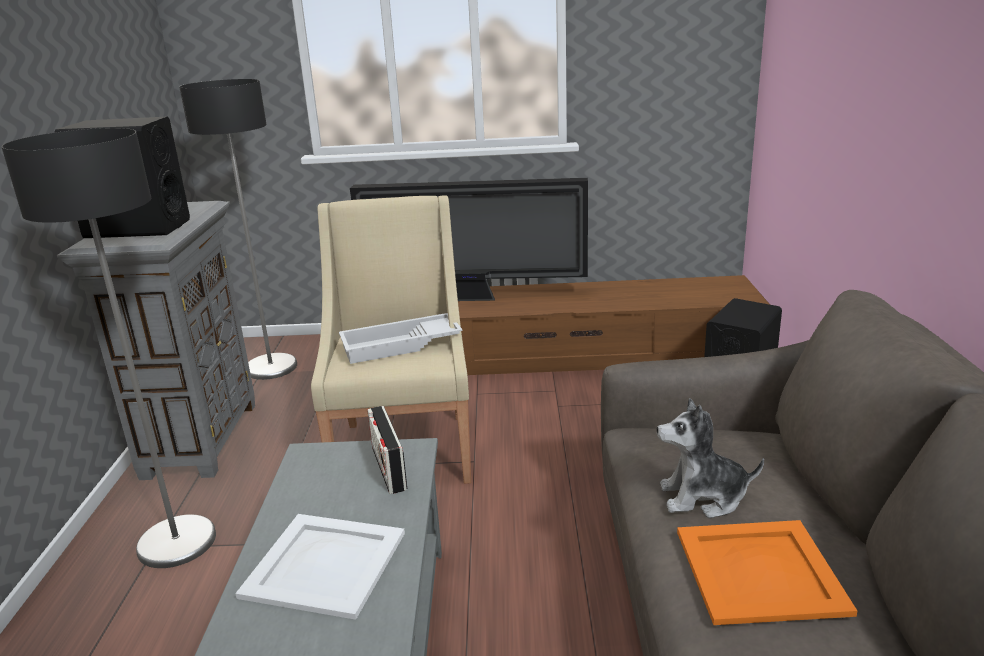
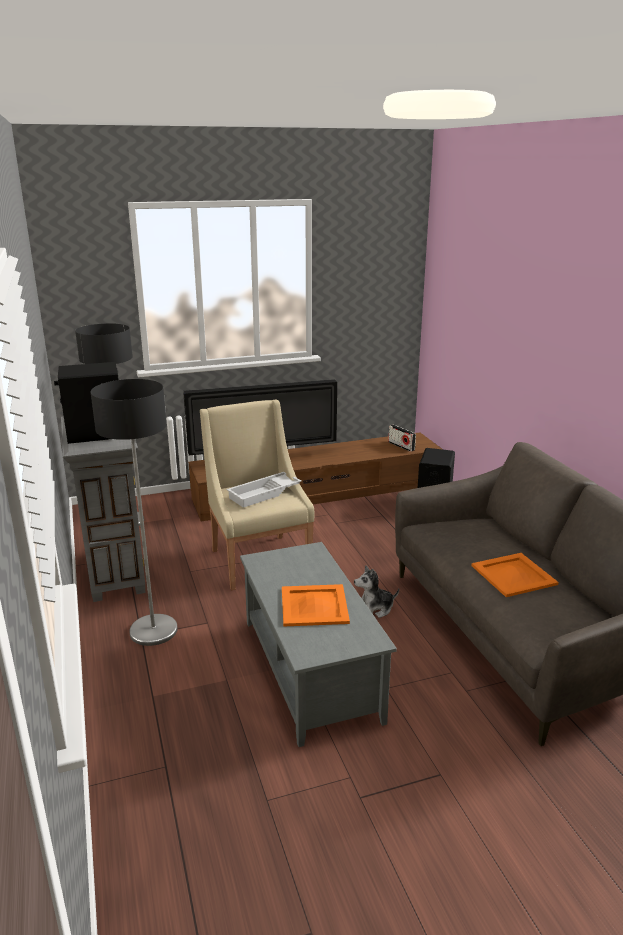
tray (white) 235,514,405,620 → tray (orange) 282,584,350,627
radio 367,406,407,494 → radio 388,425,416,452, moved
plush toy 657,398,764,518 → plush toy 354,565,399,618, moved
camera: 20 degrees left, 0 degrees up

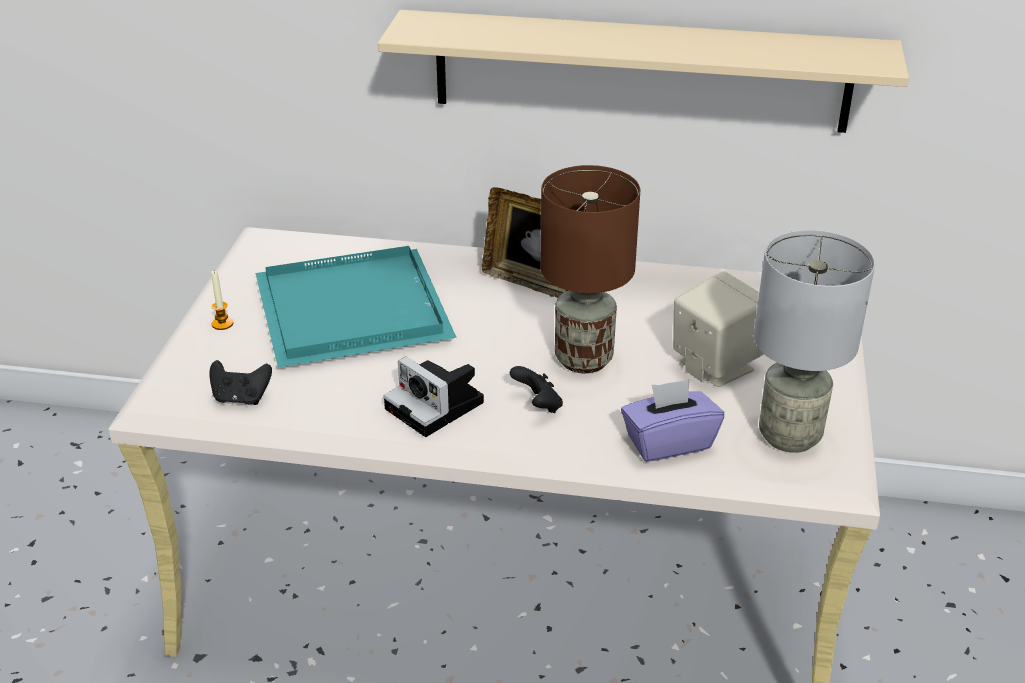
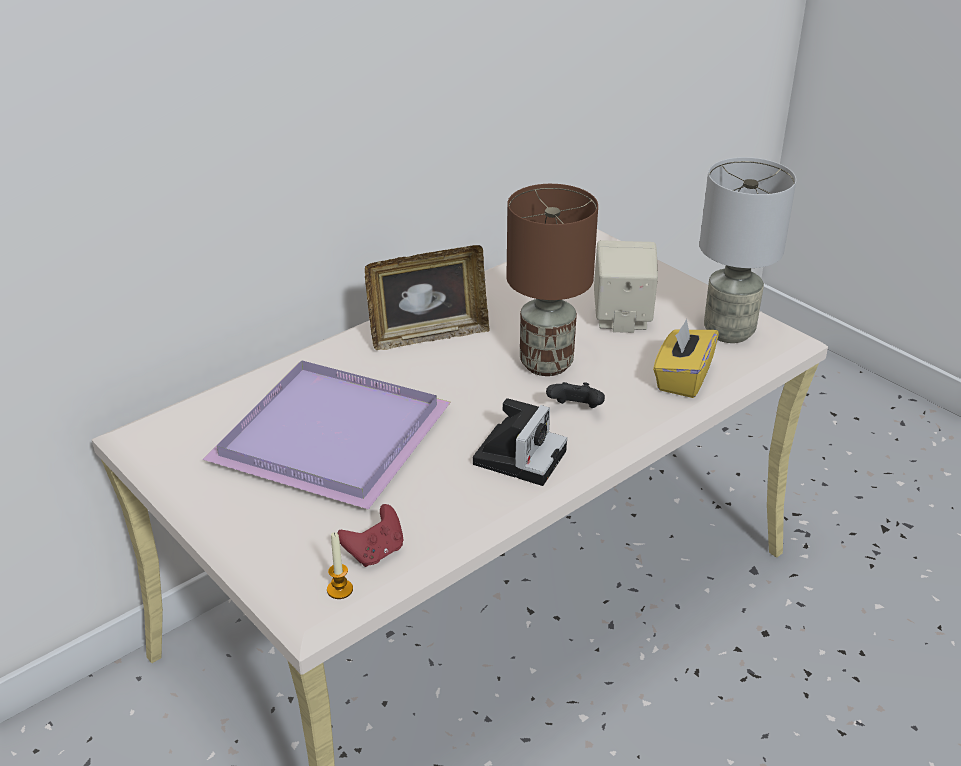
game controller (black) 210,360,272,405 → game controller (red) 337,504,403,567
candle 211,271,233,330 → candle 327,532,353,599, moved
tray (turquoise) 255,246,457,368 → tray (purple) 202,361,451,509
shelf (beige) 378,10,909,133 → -
photo camera 384,356,484,437 → photo camera 473,398,567,486, 60 degrees counterclockwise
tissue box (purple) 621,379,724,462 → tissue box (yellow) 653,319,719,398
camera: 50 degrees left, 0 degrees up

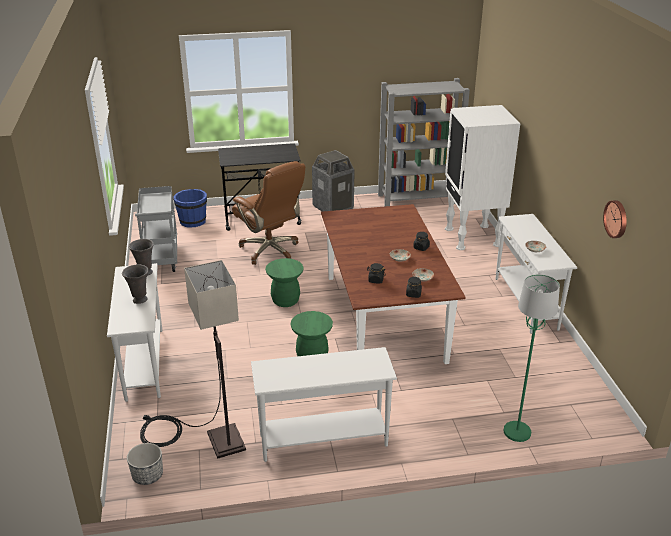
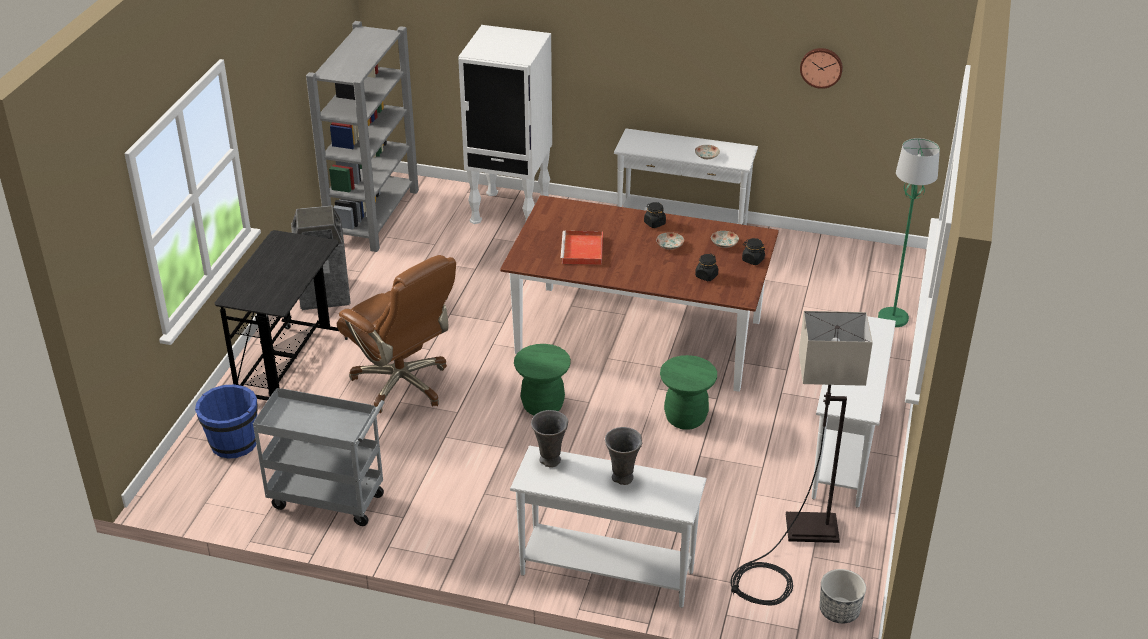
office chair (brown) 232,161,305,265 → office chair (brown) 337,255,456,413, 60 degrees clockwise
- → tray (red) 560,231,603,265
camera: 65 degrees left, 5 degrees up

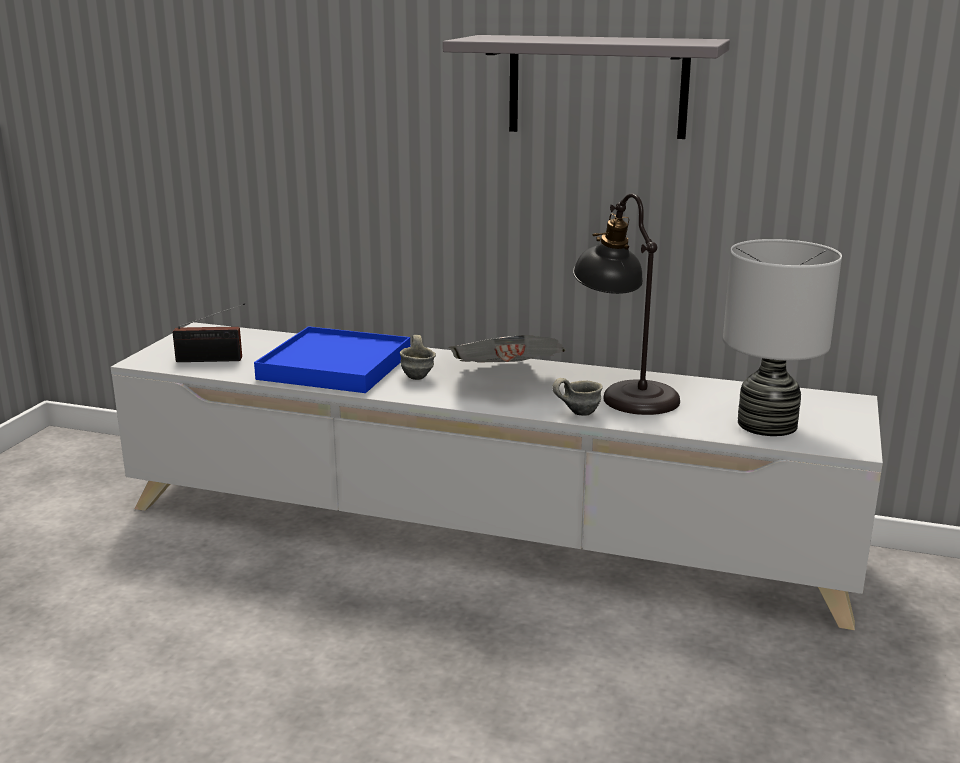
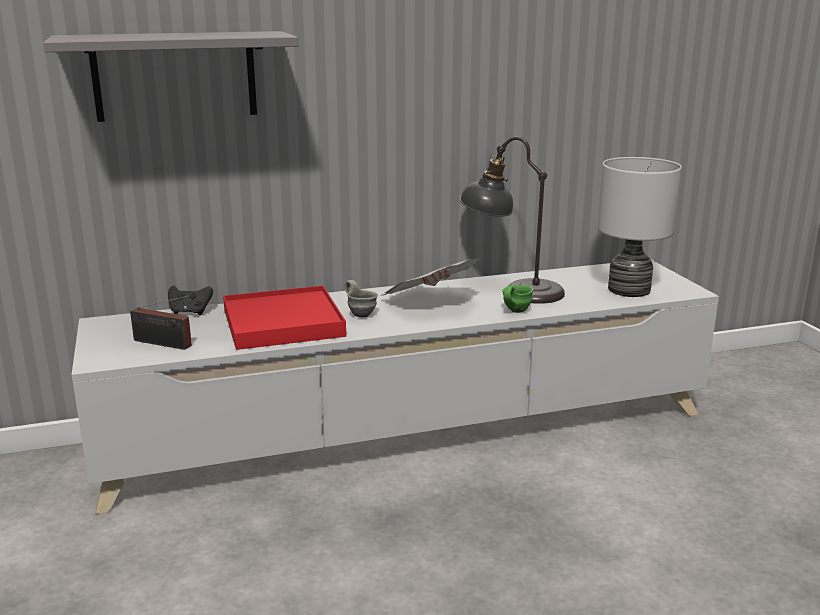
radio 173,303,245,362 → radio 130,295,192,350, 60 degrees clockwise
tray (blue) 254,326,410,393 → tray (red) 223,286,346,350
shelf (grey) 443,35,730,139 → shelf (grey) 43,31,299,122, moved
mug (grey) 552,378,603,416 → mug (green) 502,285,533,313
- → game controller (black) 168,285,213,315
camera: 35 degrees left, 0 degrees up

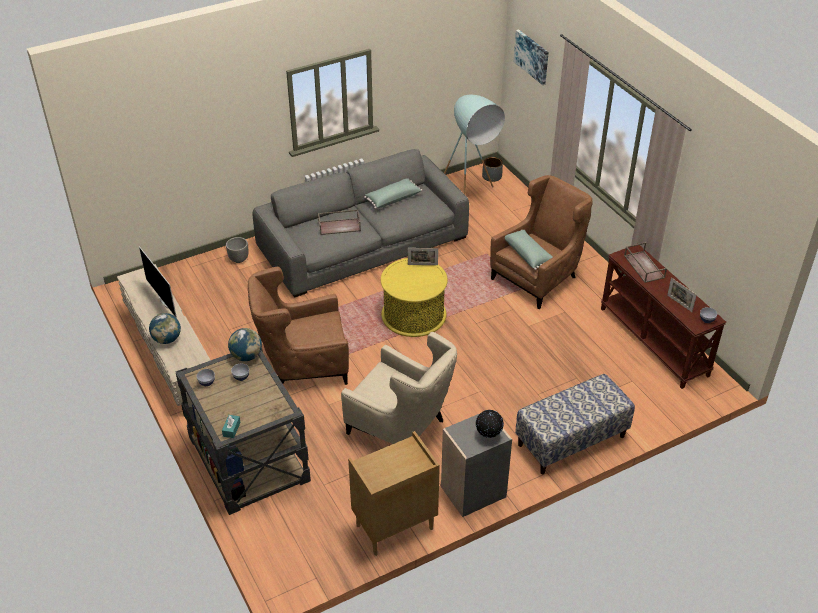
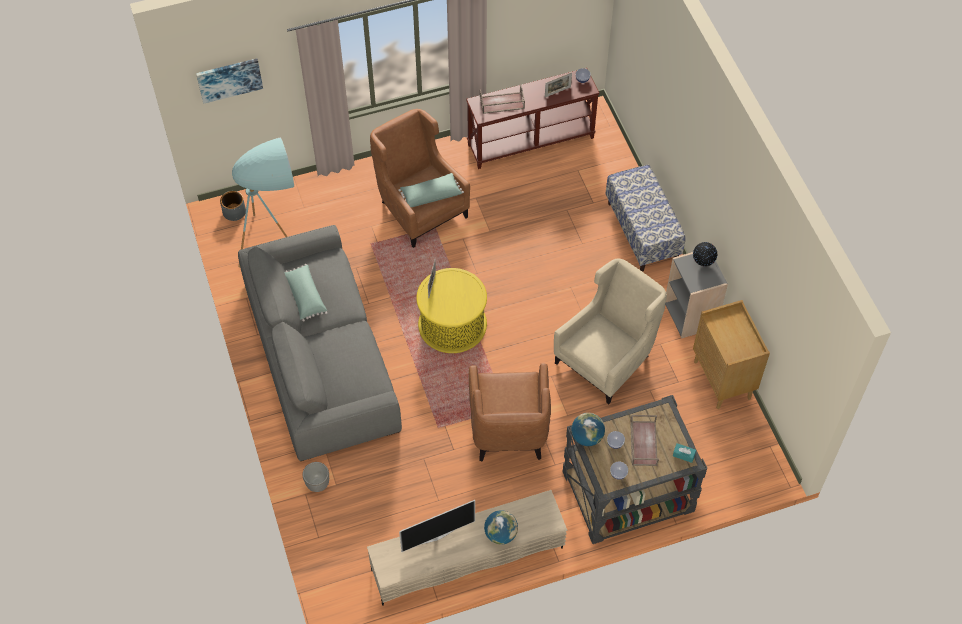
tray (brown) 318,210,361,235 → tray (brown) 630,415,659,466, moved
camera: 80 degrees left, 15 degrees up

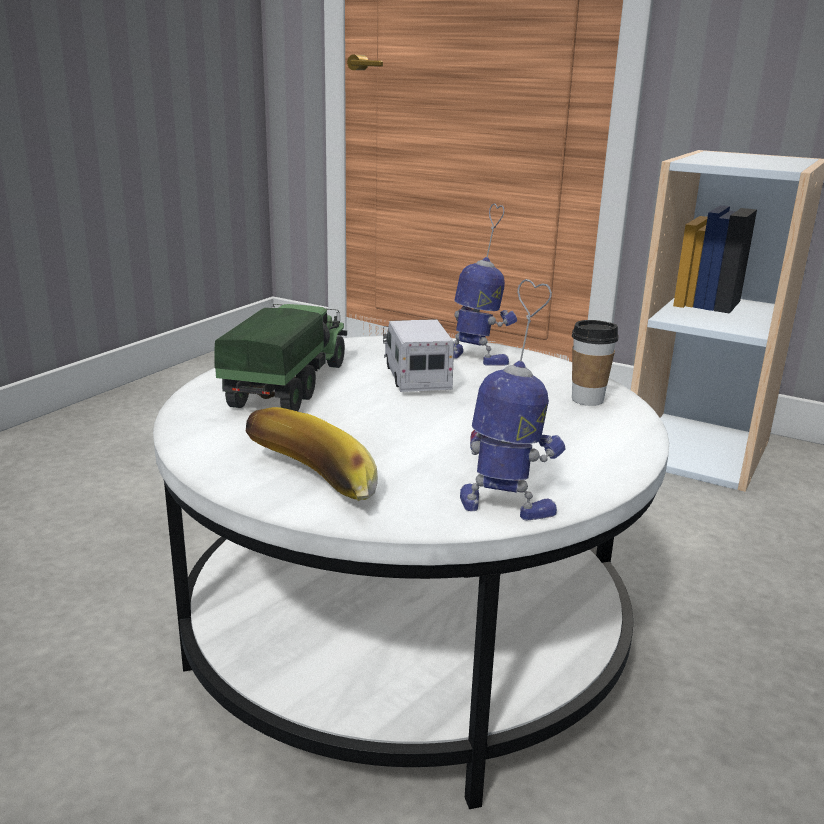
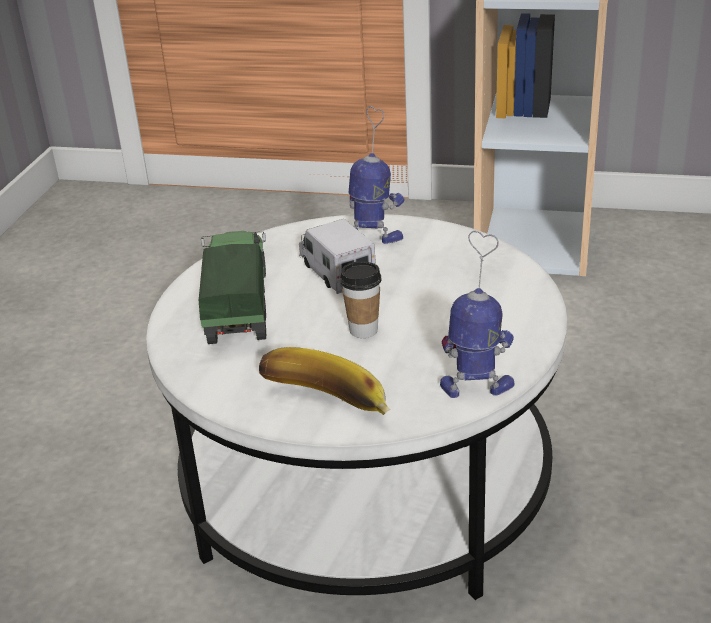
cup 572,320,619,406 → cup 340,261,381,338, moved
camera: 15 degrees left, 10 degrees up

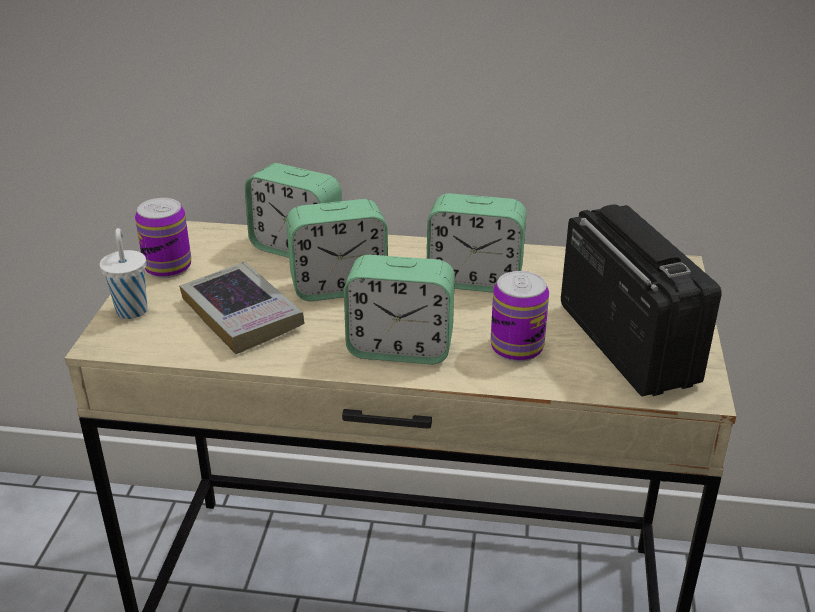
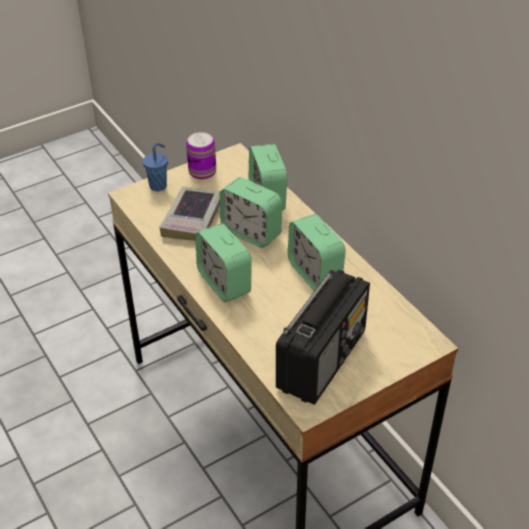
cup (white) 100,228,147,319 → cup (blue) 143,143,168,191
can 491,271,549,362 → -
camera: 50 degrees right, 10 degrees up

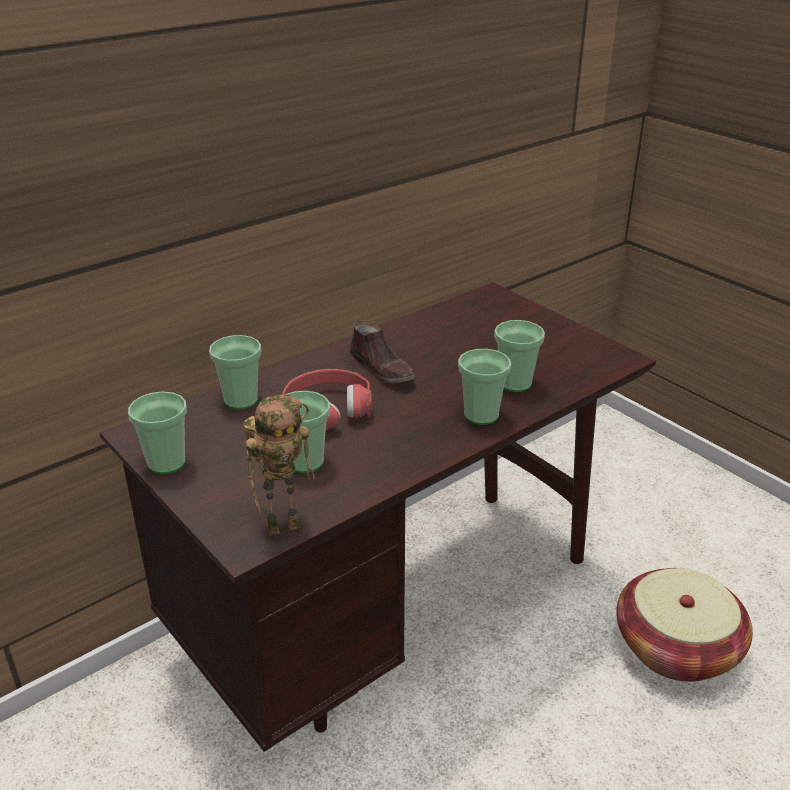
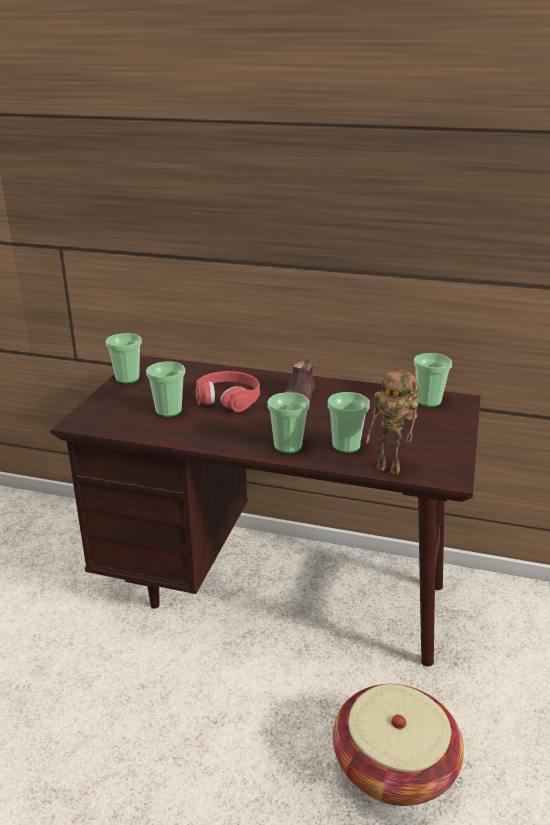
cup 209,335,261,410 → cup 414,353,452,407, moved
toy robot 243,394,315,536 → toy robot 366,370,420,475, moved
camera: 55 degrees right, 5 degrees down

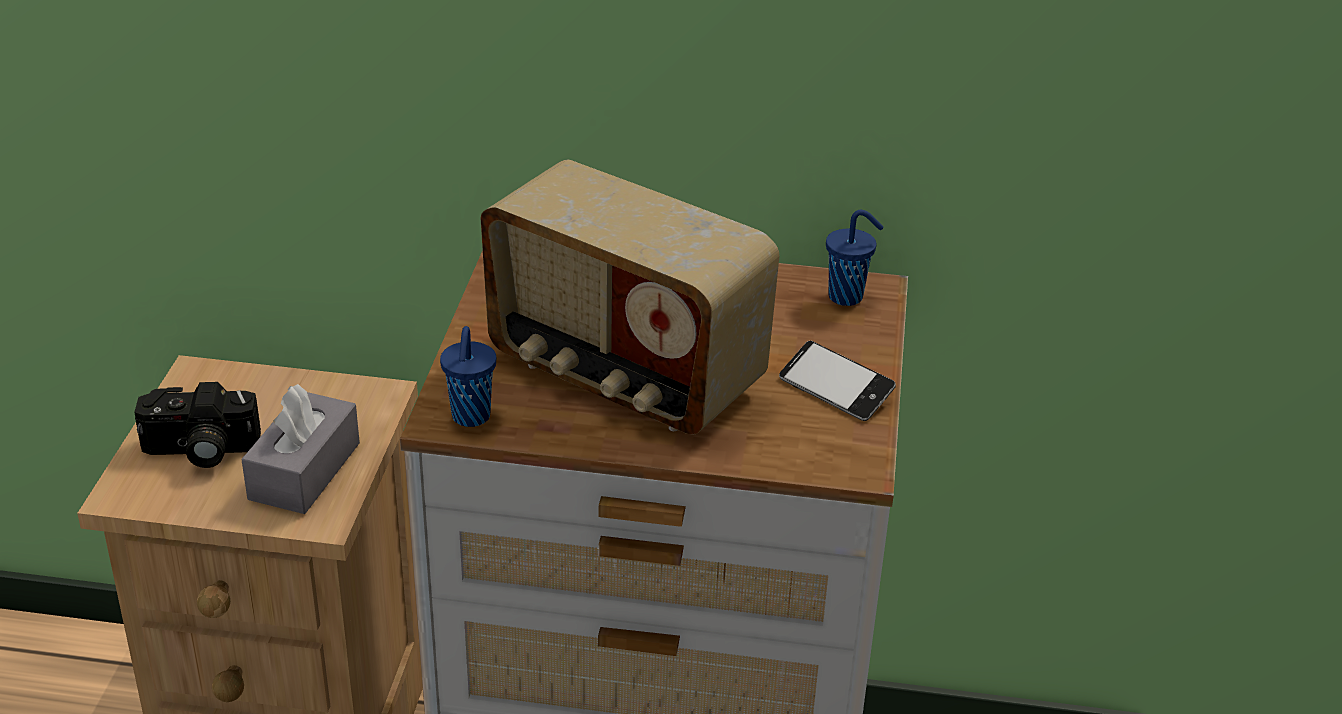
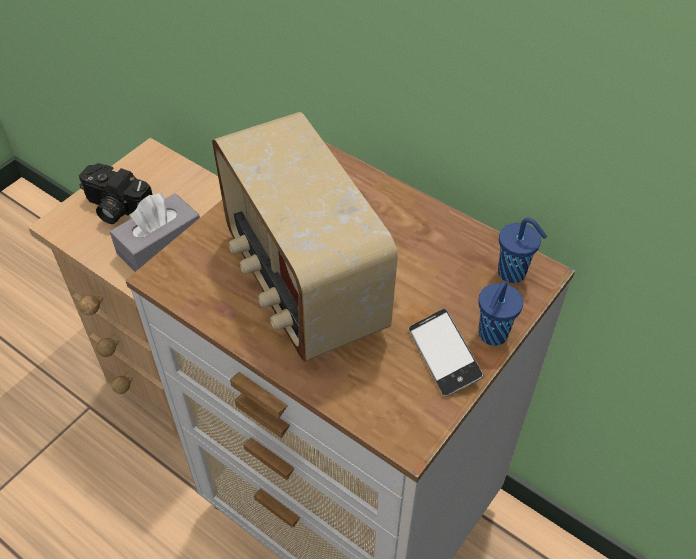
cup (blue) 440,326,496,427 → cup (blue) 479,281,523,346, moved
camera: 30 degrees right, 15 degrees up

